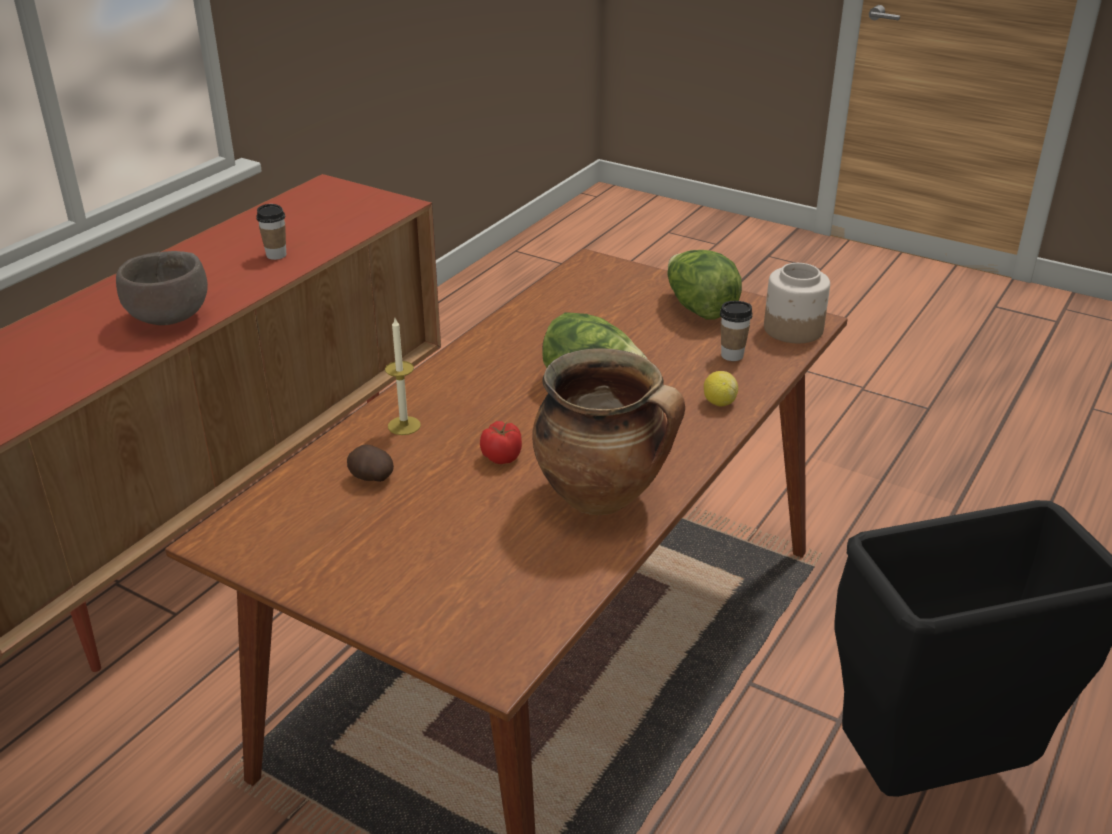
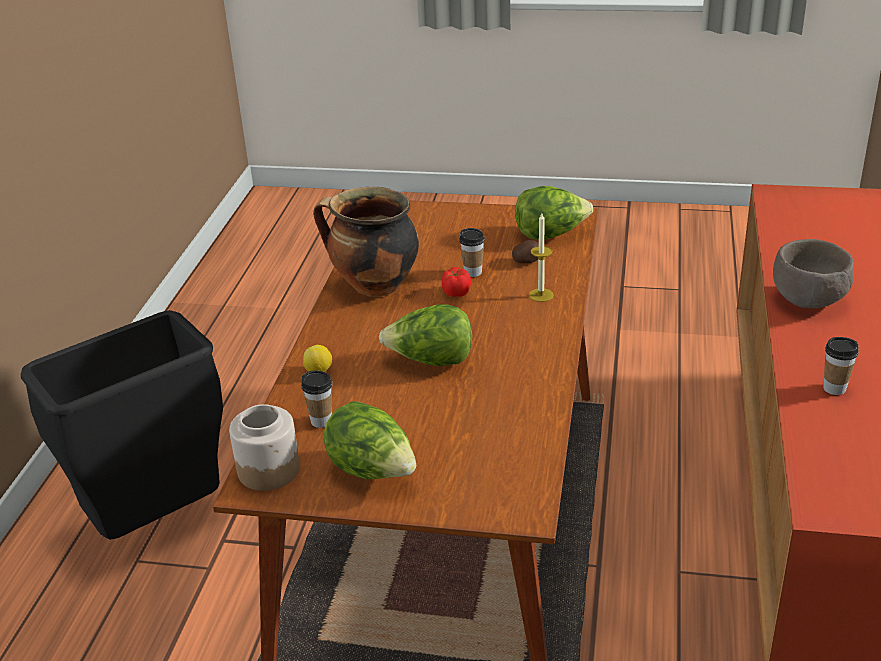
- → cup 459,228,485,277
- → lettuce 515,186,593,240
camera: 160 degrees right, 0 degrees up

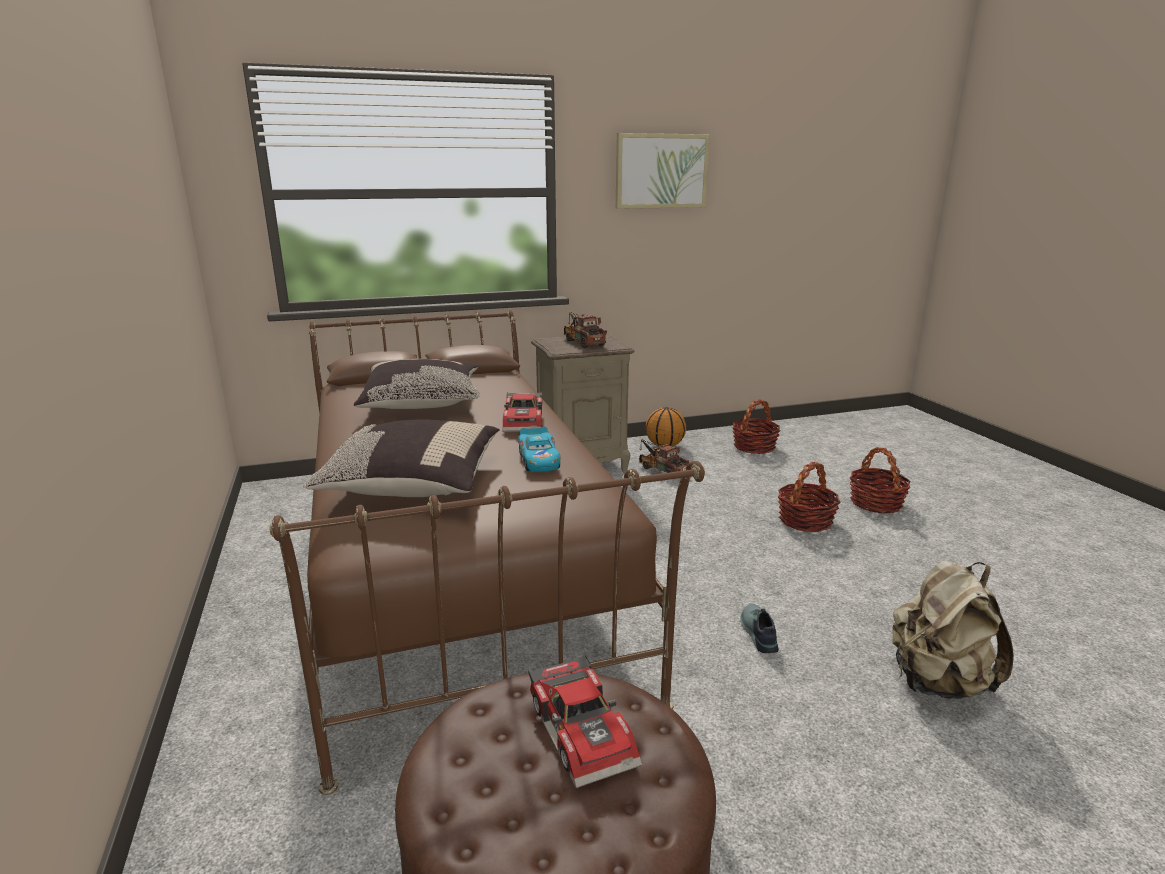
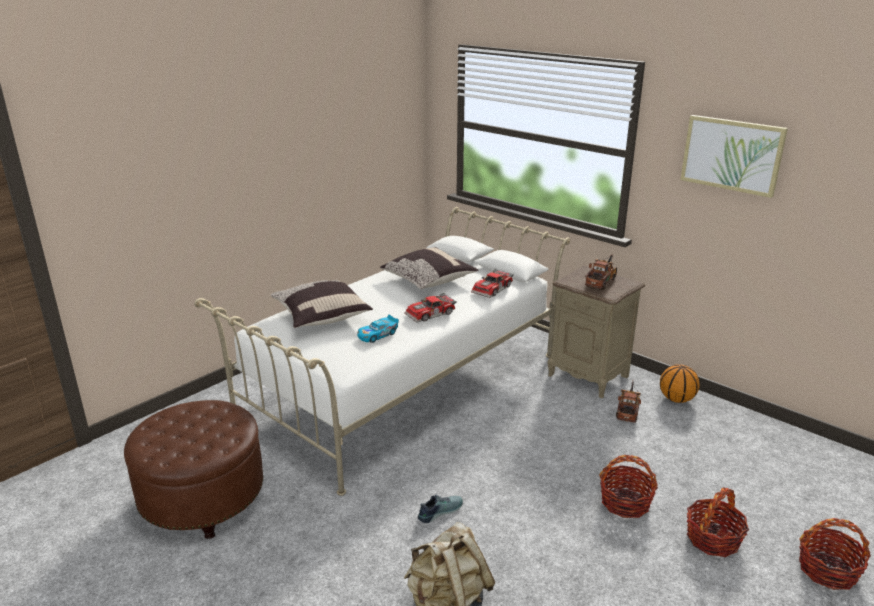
bed (brown) 270,310,705,795 → bed (white) 194,207,570,496
toy car 528,655,642,788 → toy car 471,269,514,298, moved
basket 732,399,780,454 → basket 799,518,871,590, moved
camera: 60 degrees right, 5 degrees up

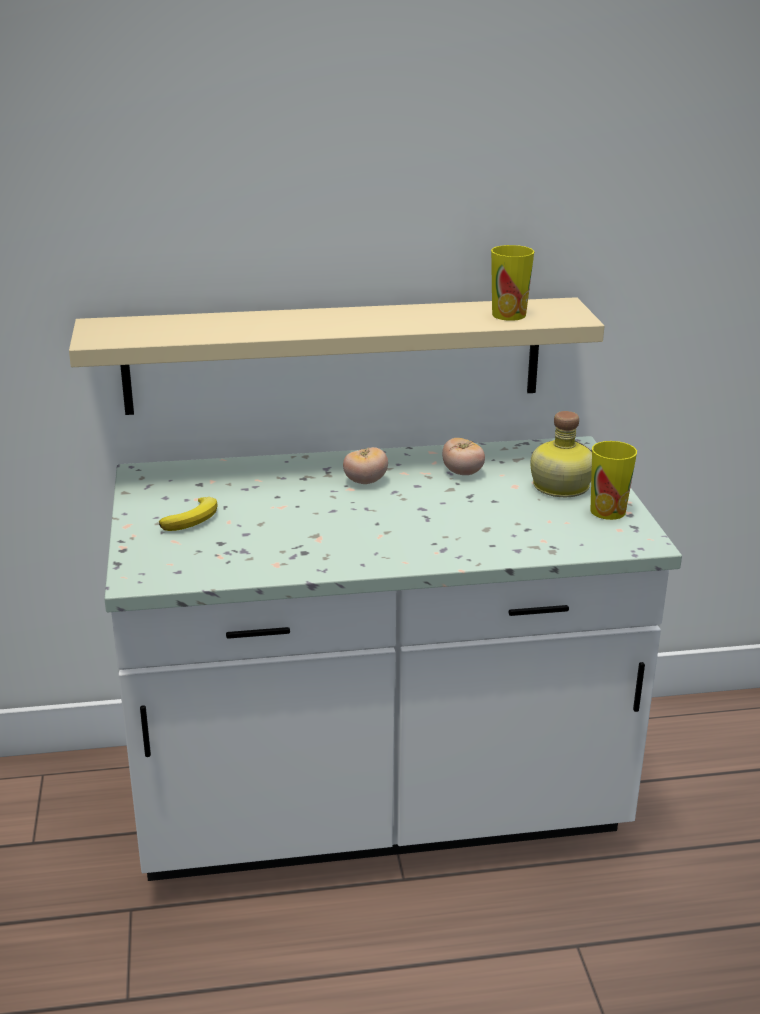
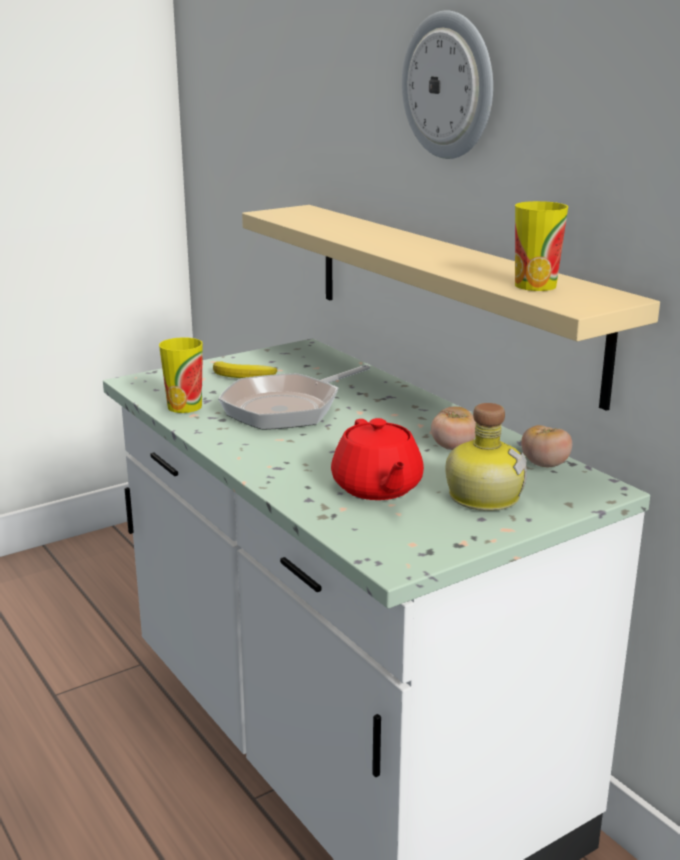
tomato 343,447,388,484 → tomato 521,425,572,467, moved
cup 590,441,637,520 → cup 159,337,203,413, moved
- → frying pan 218,365,370,430
- → teapot (red) 331,418,424,500
- → wall clock 402,10,493,159
camera: 65 degrees right, 5 degrees down

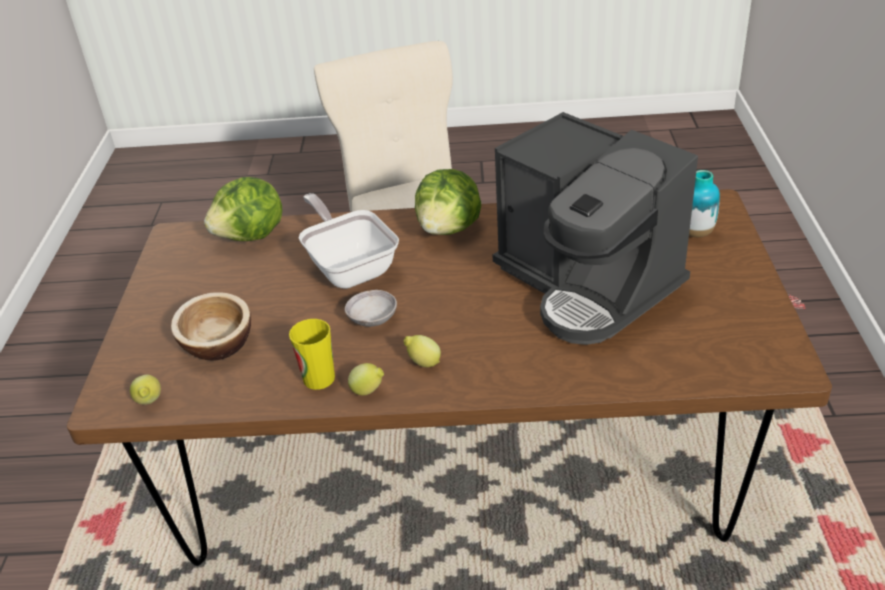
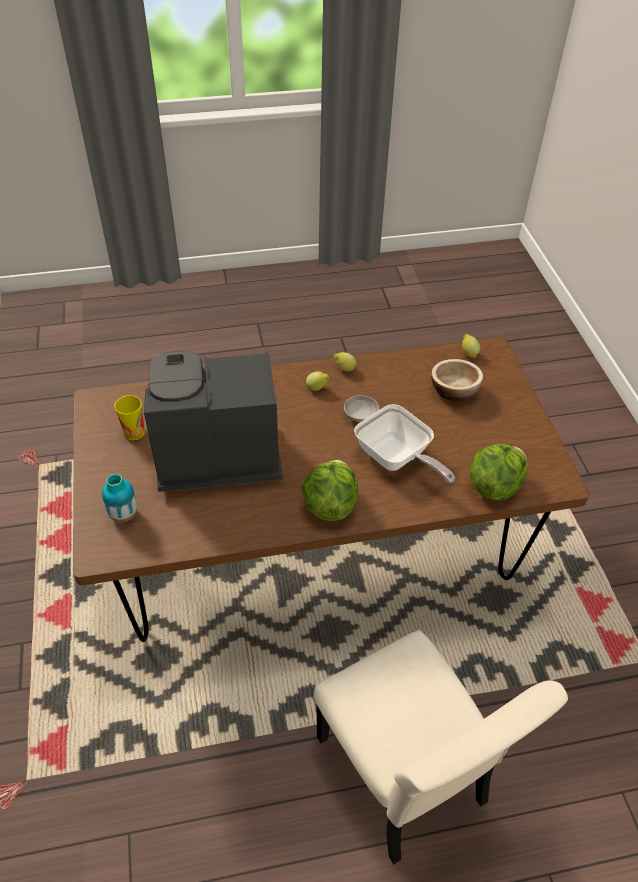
cup 289,319,335,390 → cup 115,395,145,440, moved
coffee machine 493,112,698,345 → coffee machine 144,351,283,492, 45 degrees counterclockwise
camera: 165 degrees right, 10 degrees up

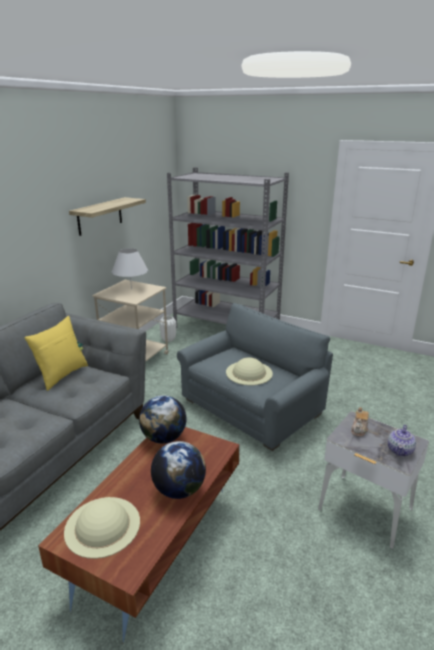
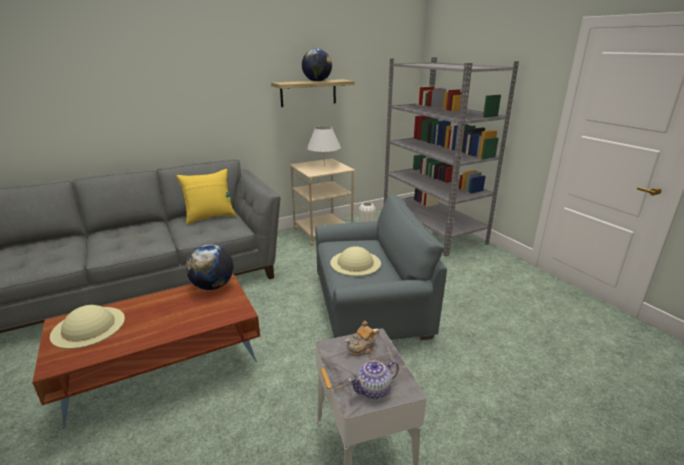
globe 151,441,206,499 → globe 302,49,332,82, moved
camera: 35 degrees right, 0 degrees up

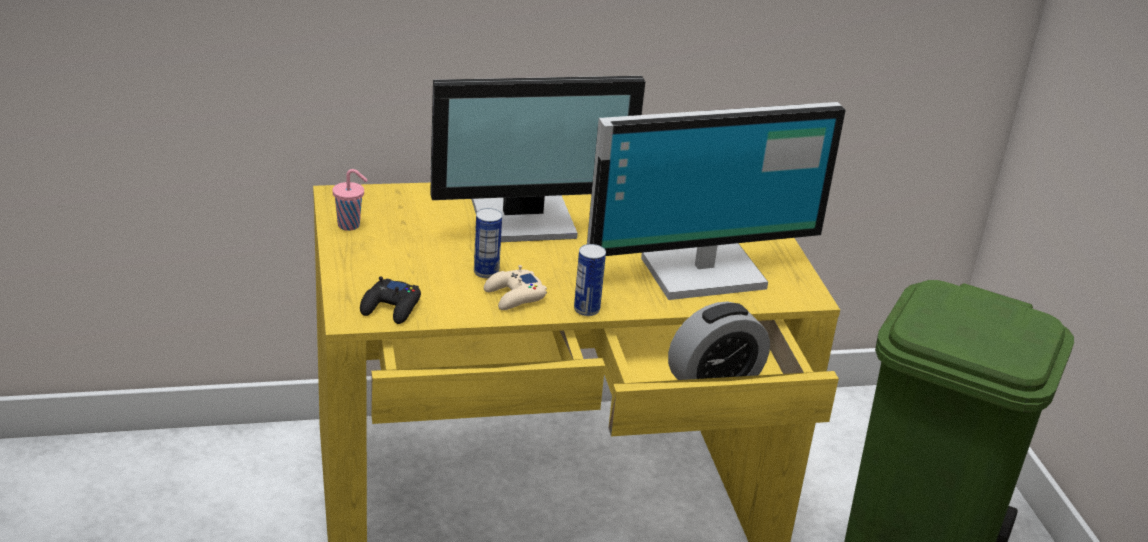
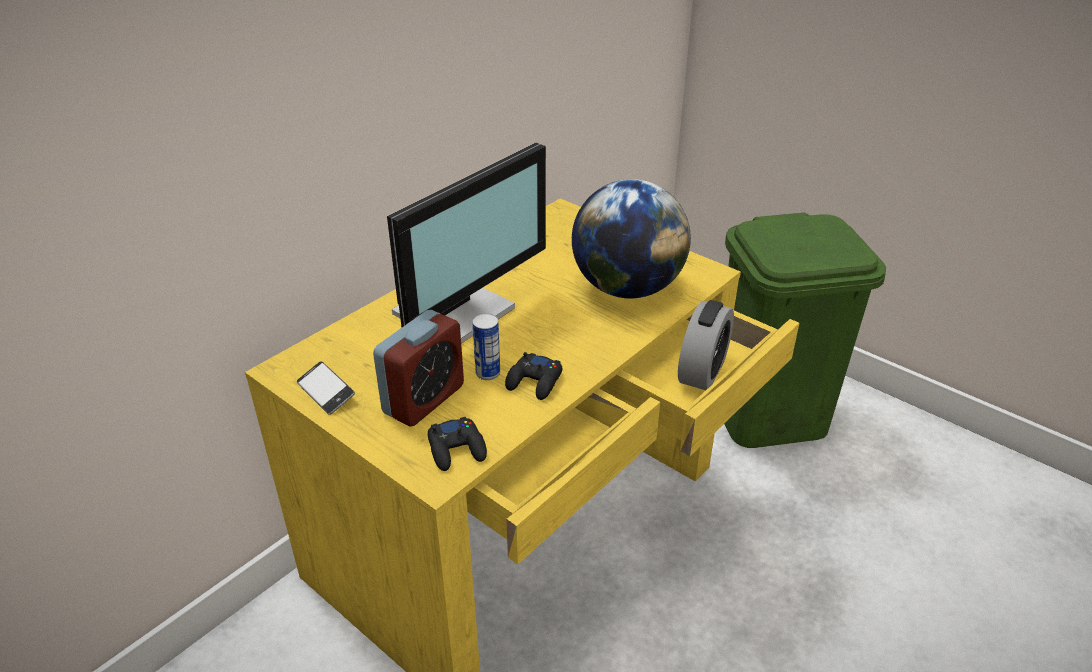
cup (pink) 332,169,368,231 → phone 297,361,355,415
game controller (beige) 484,265,547,310 → game controller (black) 505,352,562,400
can 574,244,606,316 → -
monitor 587,102,846,300 → globe 572,179,691,298
- → alarm clock 373,310,464,427
camera: 35 degrees left, 5 degrees up

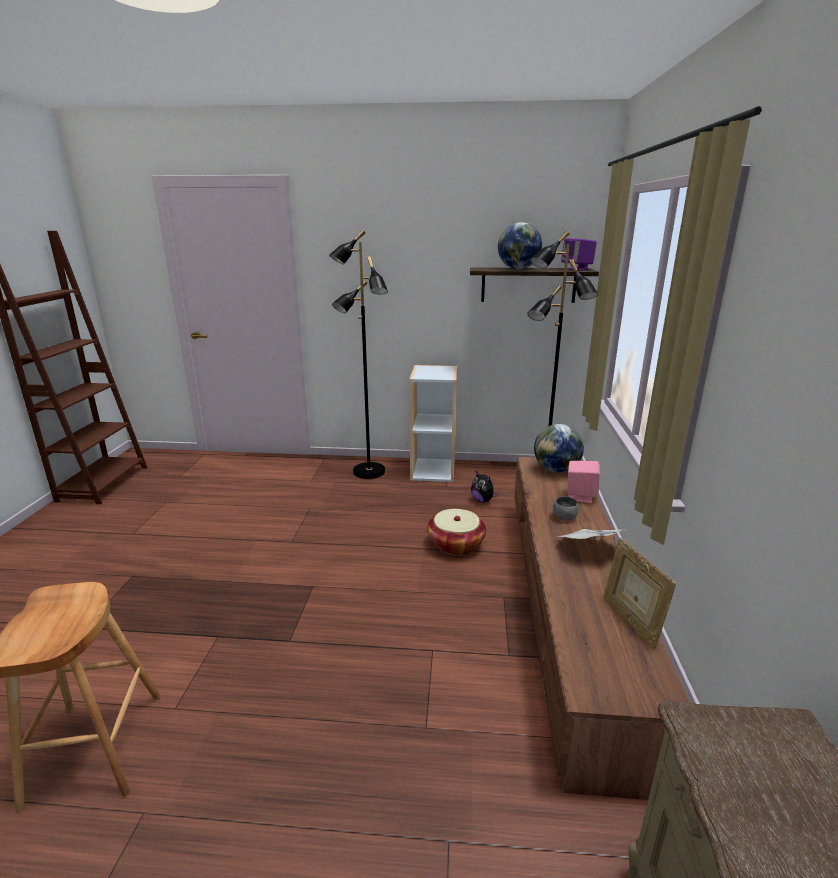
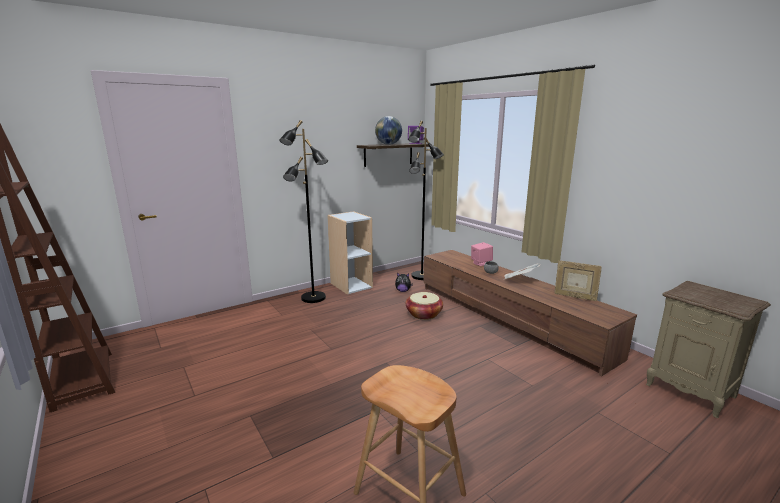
globe 534,424,584,473 → -
camera: 40 degrees left, 5 degrees down

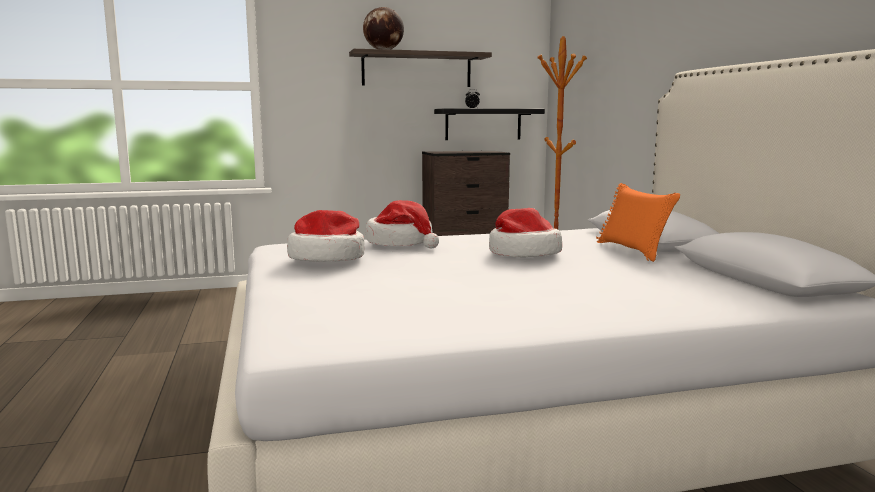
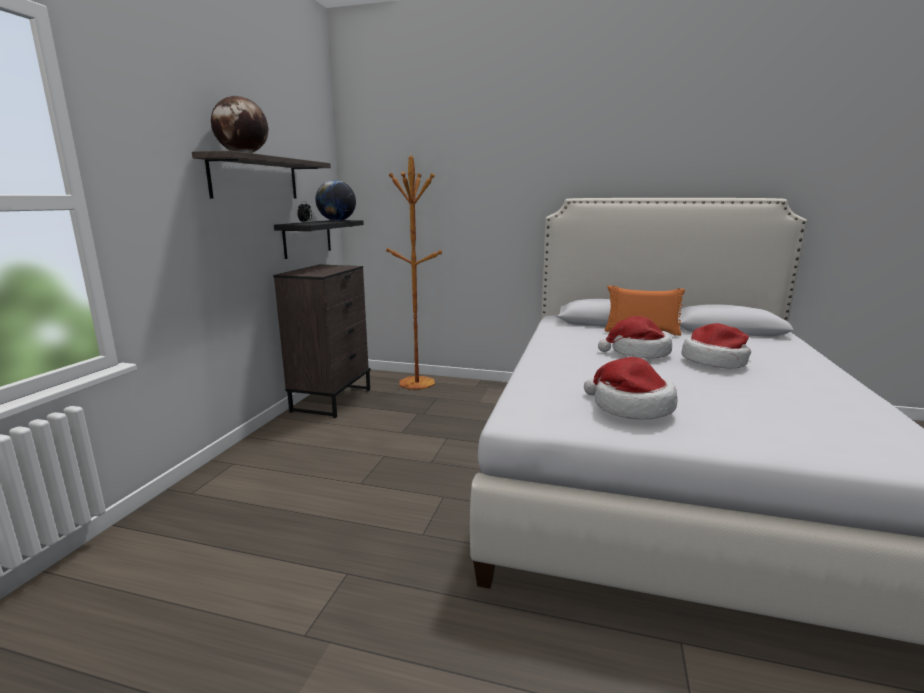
hat 366,200,439,249 → hat 682,323,751,369, moved
- → globe 316,180,356,221
camera: 60 degrees left, 5 degrees up

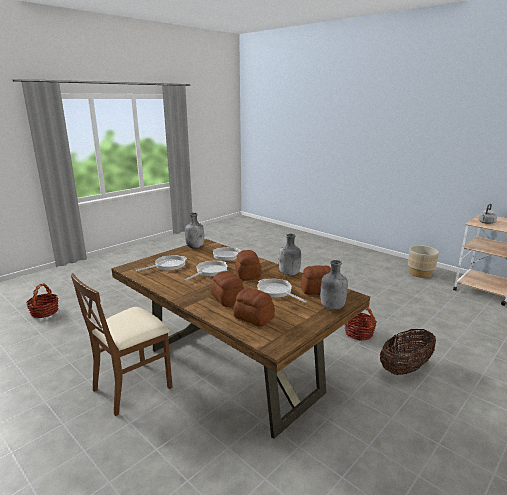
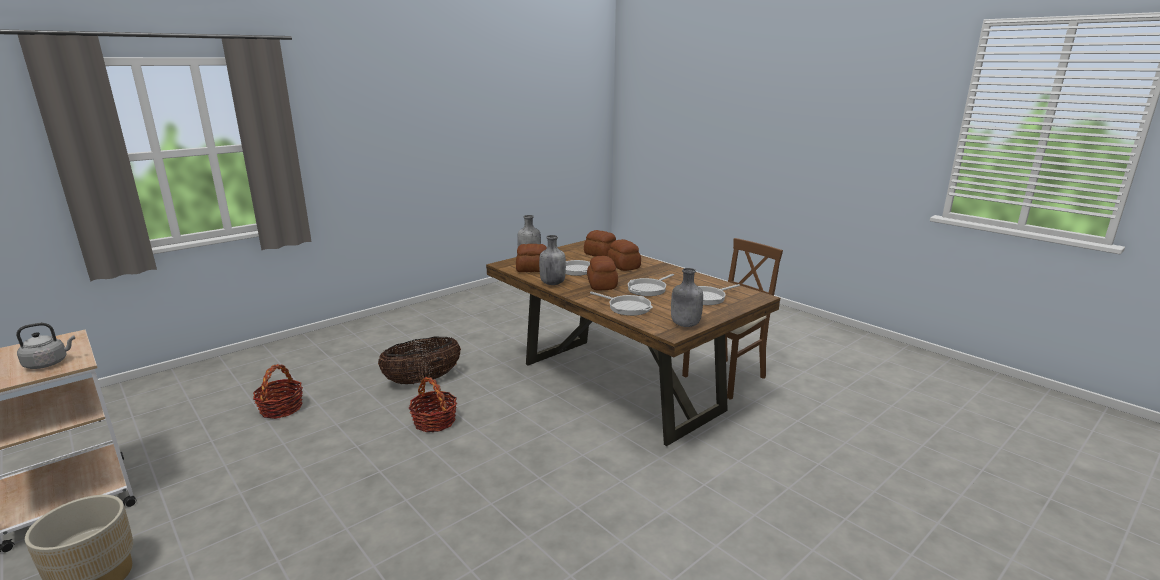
basket 26,283,59,318 → basket 253,364,303,419, moved
camera: 175 degrees left, 0 degrees up

